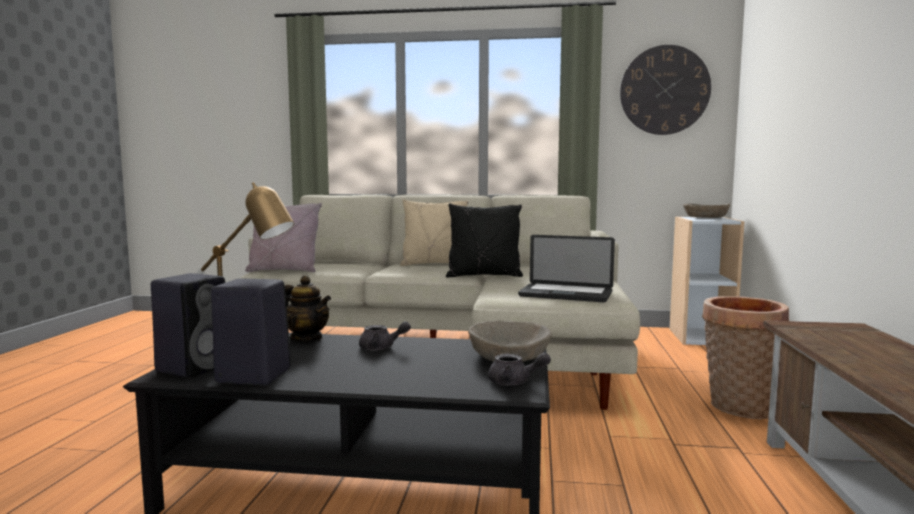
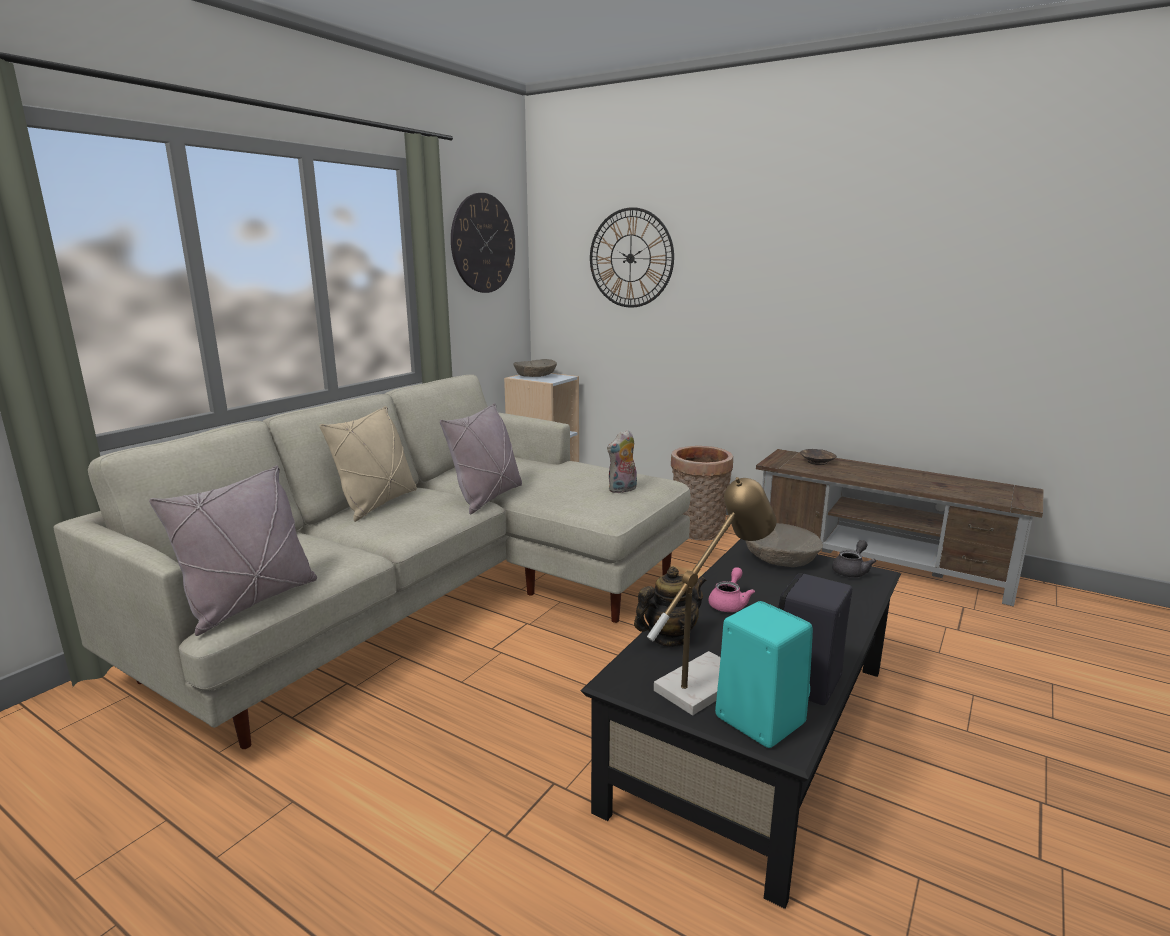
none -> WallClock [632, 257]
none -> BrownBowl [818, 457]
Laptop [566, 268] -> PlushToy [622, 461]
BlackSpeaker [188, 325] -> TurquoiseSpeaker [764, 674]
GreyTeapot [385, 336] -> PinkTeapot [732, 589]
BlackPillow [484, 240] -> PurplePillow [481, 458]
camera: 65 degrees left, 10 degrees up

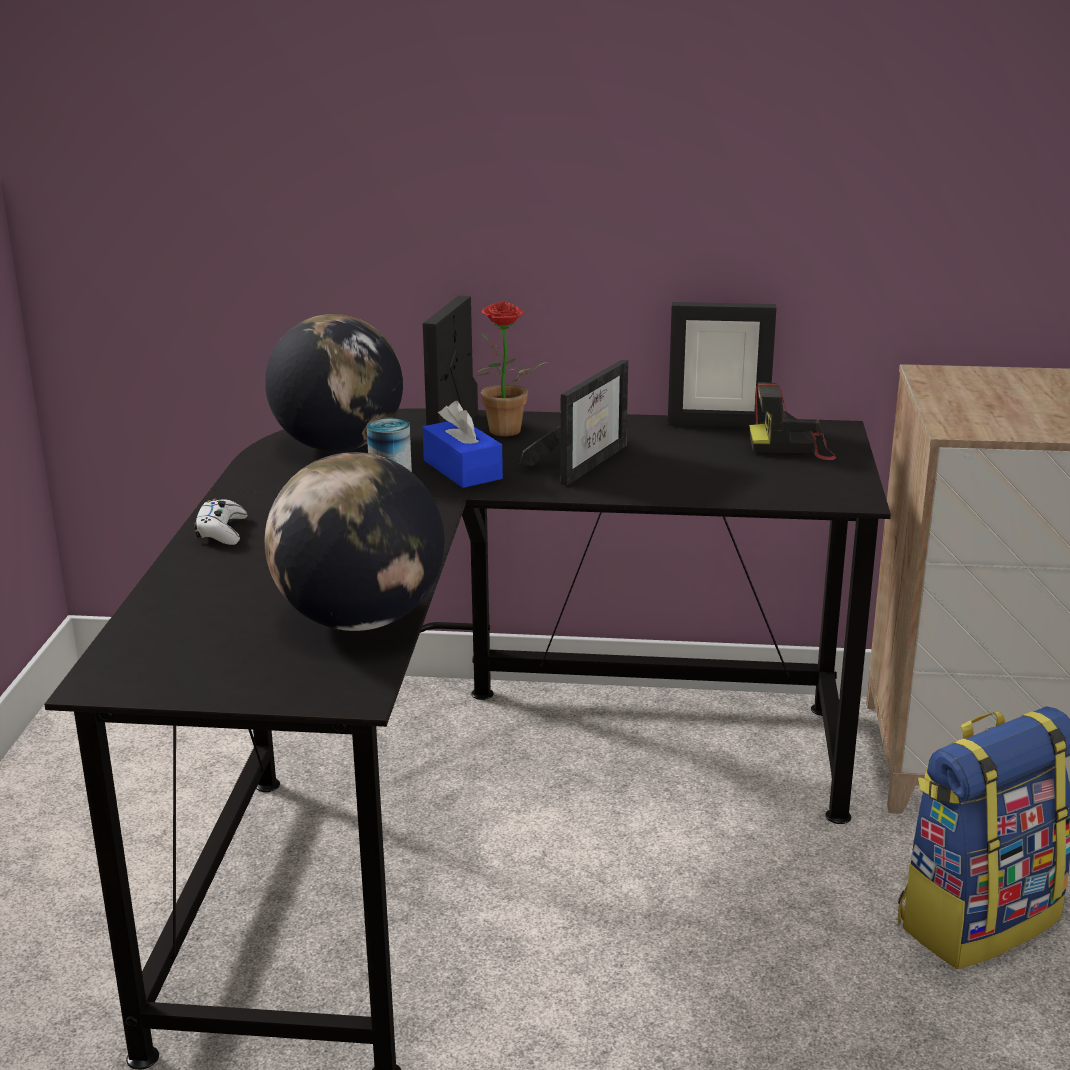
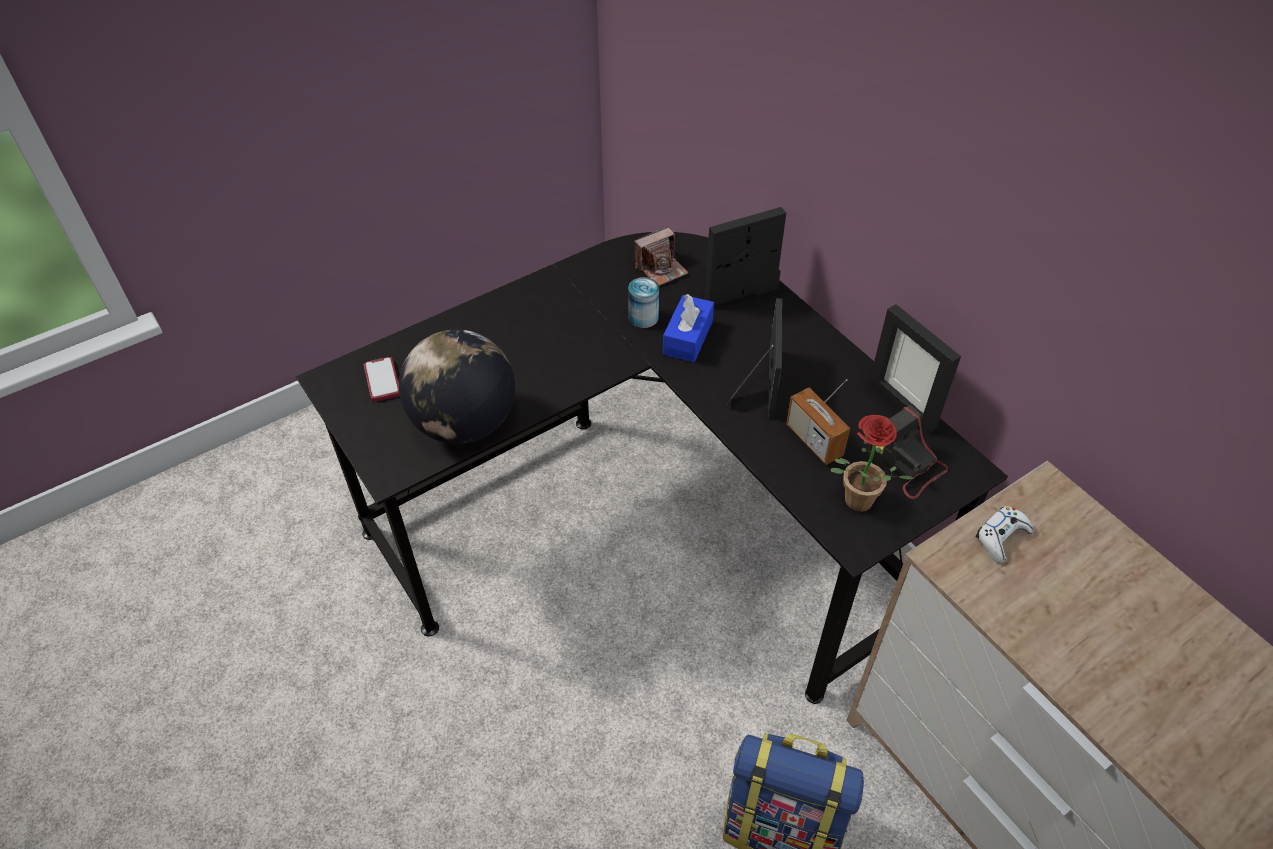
none -> Phone [381, 379]
none -> Radio [818, 422]
WhiteGameController [220, 522] -> WhiteGameController [1004, 534], moved
PottedPlant [512, 368] -> PottedPlant [873, 463], moved
Globe [334, 383] -> PhotoCamera [661, 256]
PictureFrame [573, 422] -> PictureFrame [754, 358], 75 degrees counterclockwise
camera: 50 degrees right, 25 degrees up

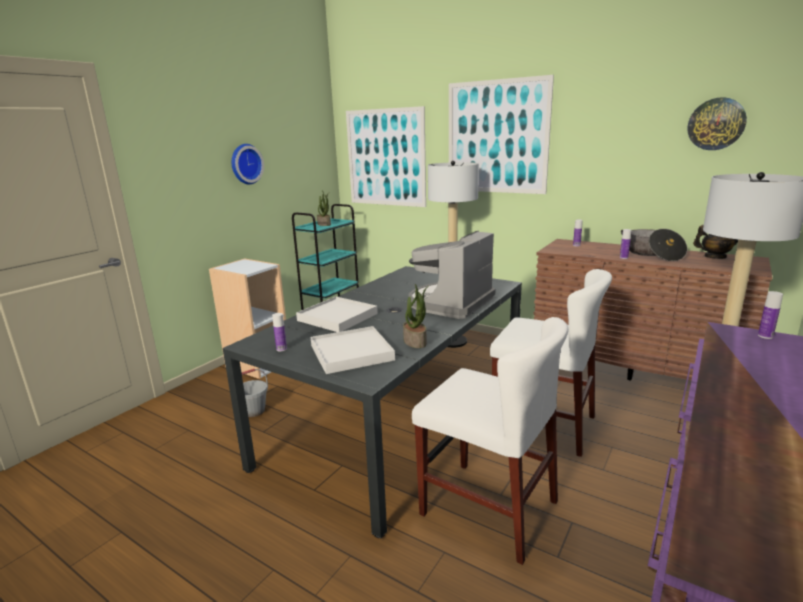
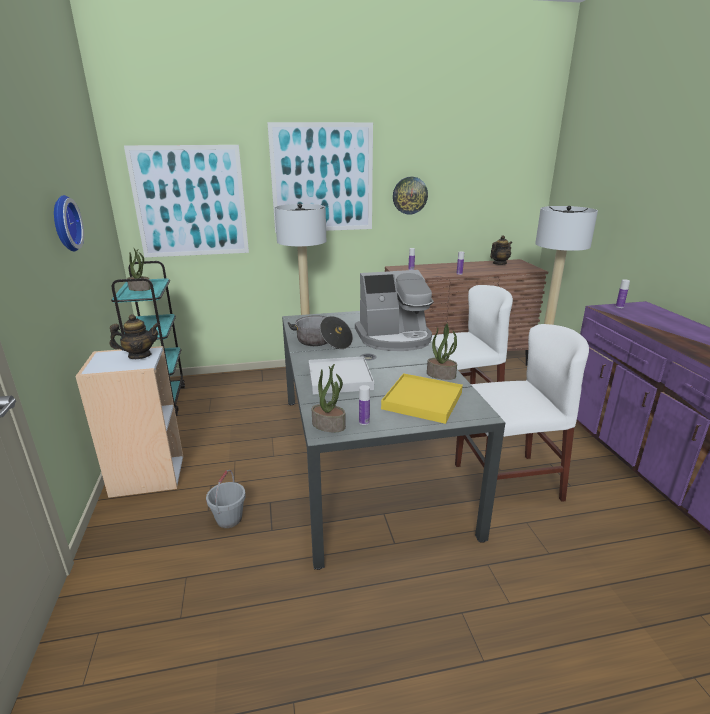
none -> Teapot [135, 336]
none -> PottedPlant [329, 398]
CookingPot [654, 245] -> CookingPot [320, 332], moved
WallClock [717, 123] -> WallClock [410, 196], moved
WhiteTray [353, 350] -> YellowTray [422, 398]
CoffeeMachine [451, 275] -> CoffeeMachine [394, 310], 90 degrees counterclockwise
camera: 45 degrees left, 5 degrees up

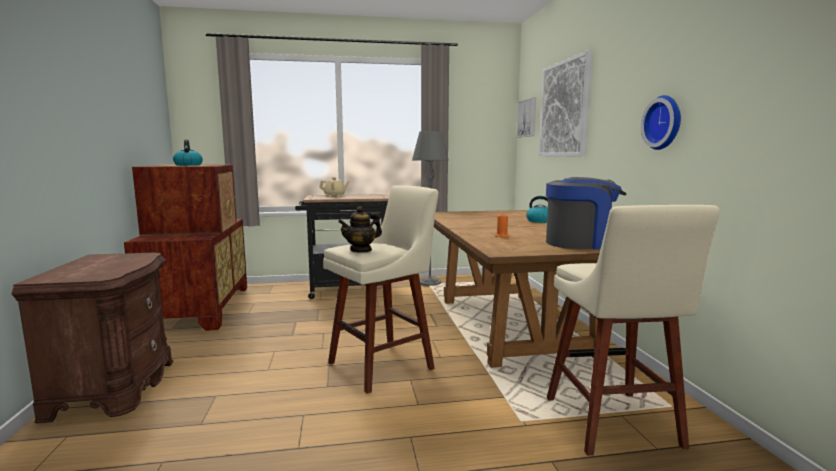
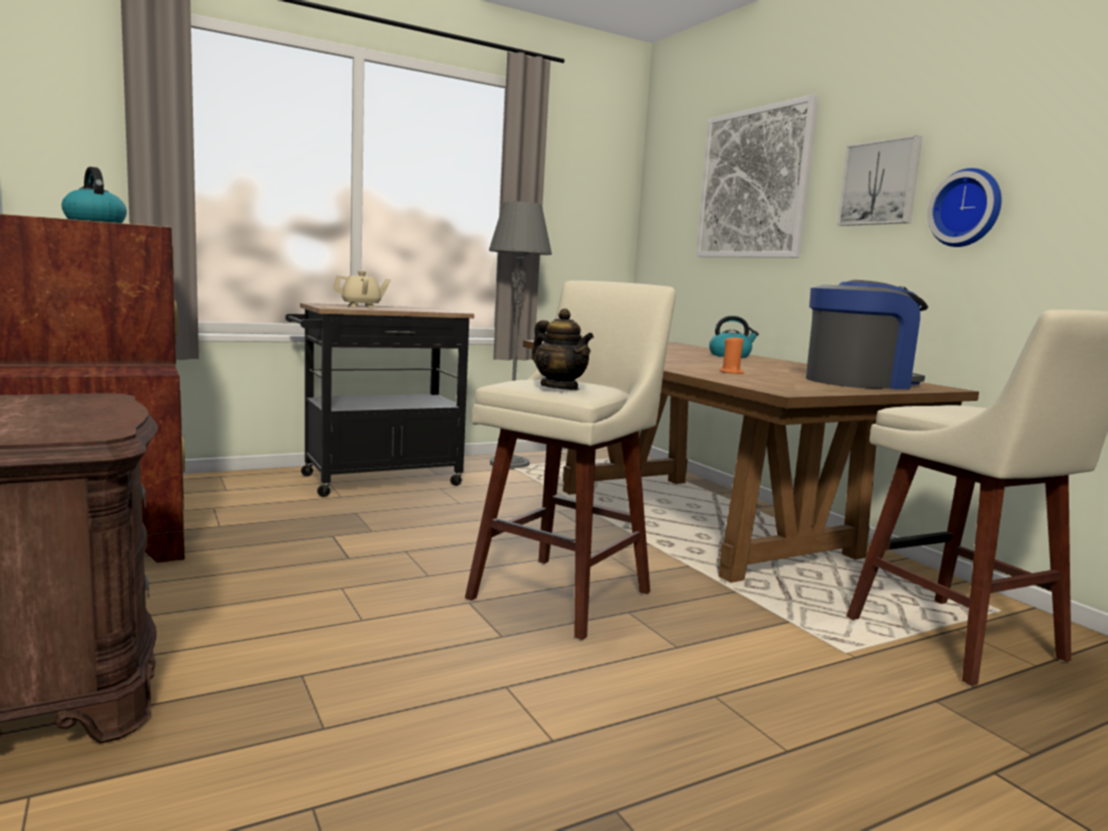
Picture [526, 117] -> Picture [879, 180], moved
Teapot [360, 229] -> Teapot [563, 349], 75 degrees counterclockwise
camera: 20 degrees left, 0 degrees up

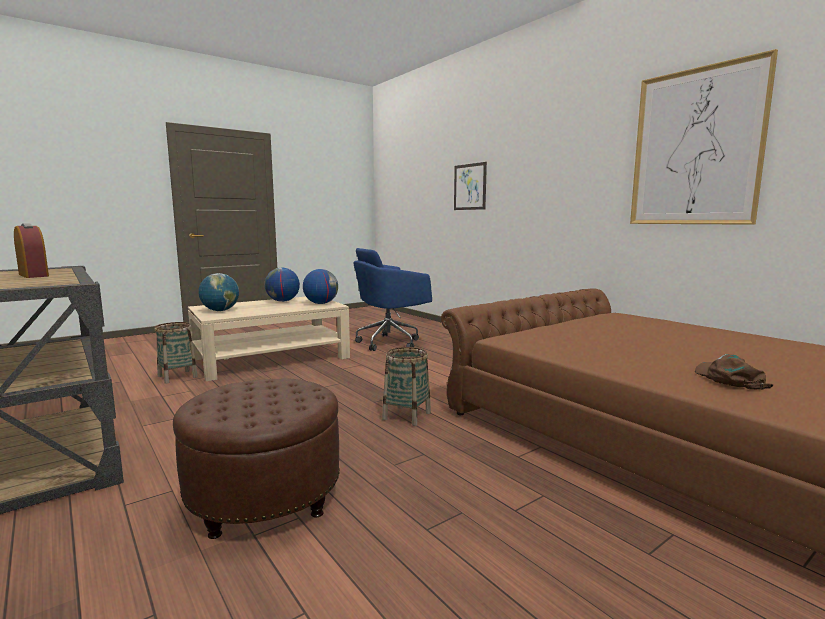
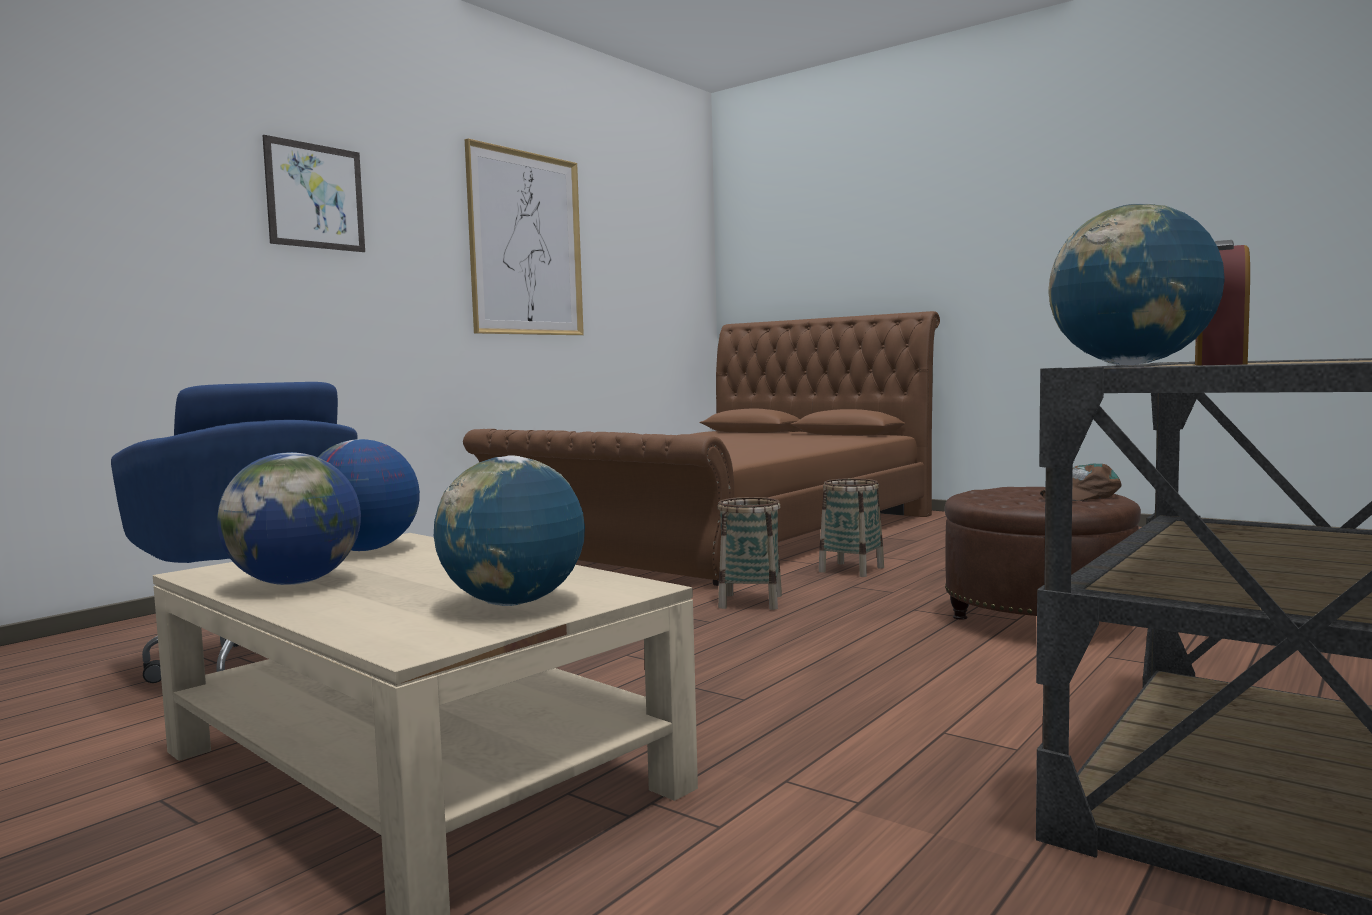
none -> Globe [1136, 284]
Basket [176, 353] -> Basket [851, 527], moved
Picture [470, 186] -> Picture [313, 193], moved
BrownCap [734, 372] -> BrownCap [1080, 482], moved
camera: 105 degrees left, 5 degrees down

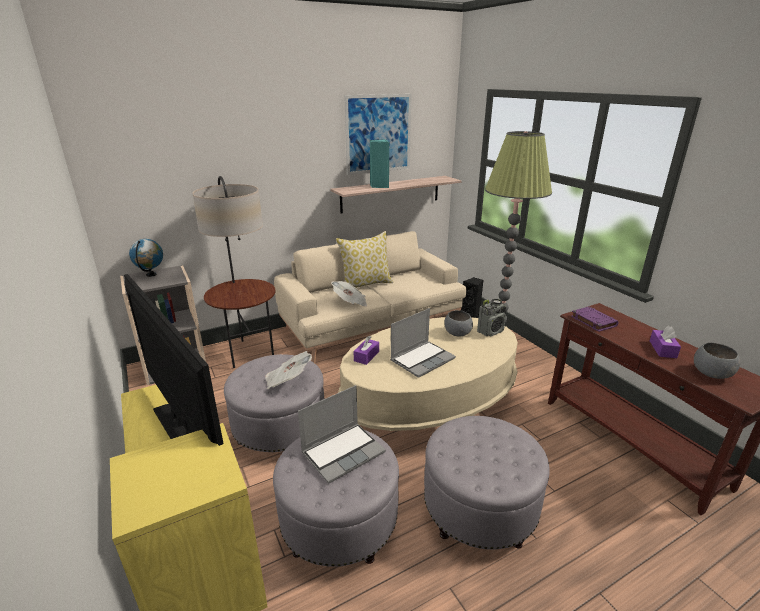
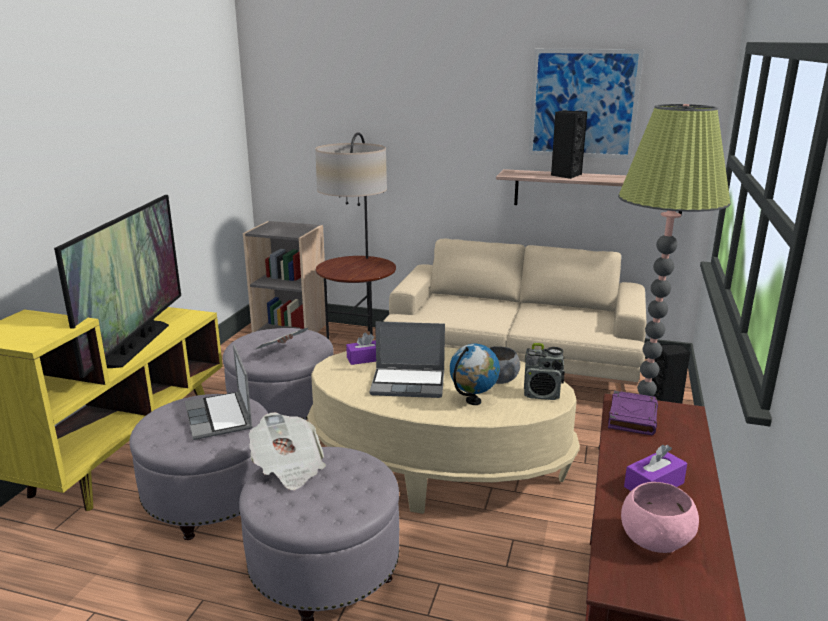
Pillow [365, 259] -> none
Globe [146, 258] -> Globe [475, 374], moved
Newspaper [349, 294] -> Newspaper [287, 451], moved
TurquoiseSpeaker [379, 163] -> BlackSpeaker [569, 145]
GreyBowl [717, 361] -> PinkBowl [660, 517]
Laptop [342, 434] -> Laptop [218, 392], 60 degrees clockwise
camera: 45 degrees right, 5 degrees down

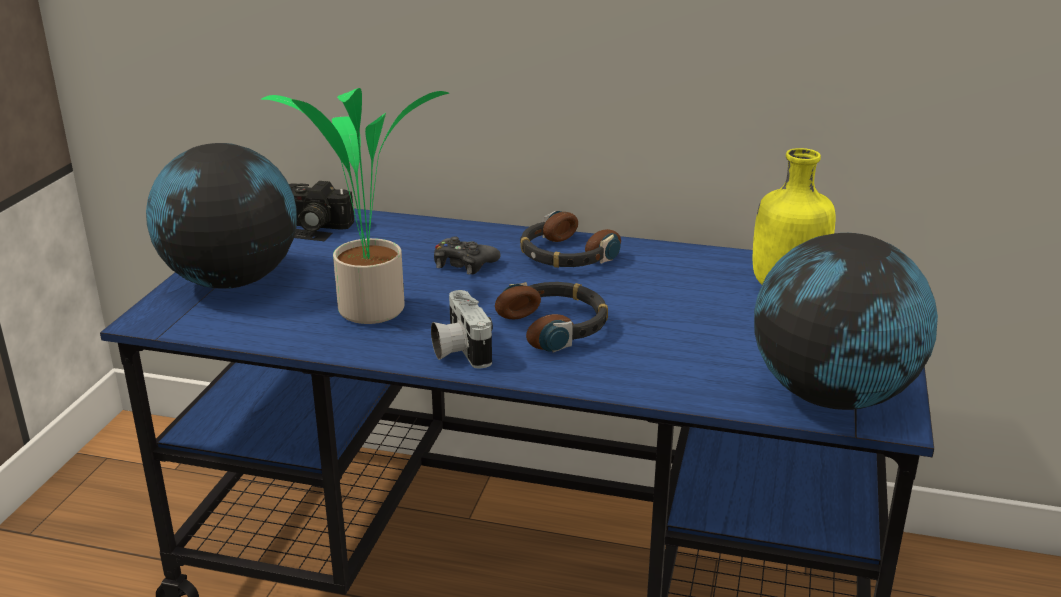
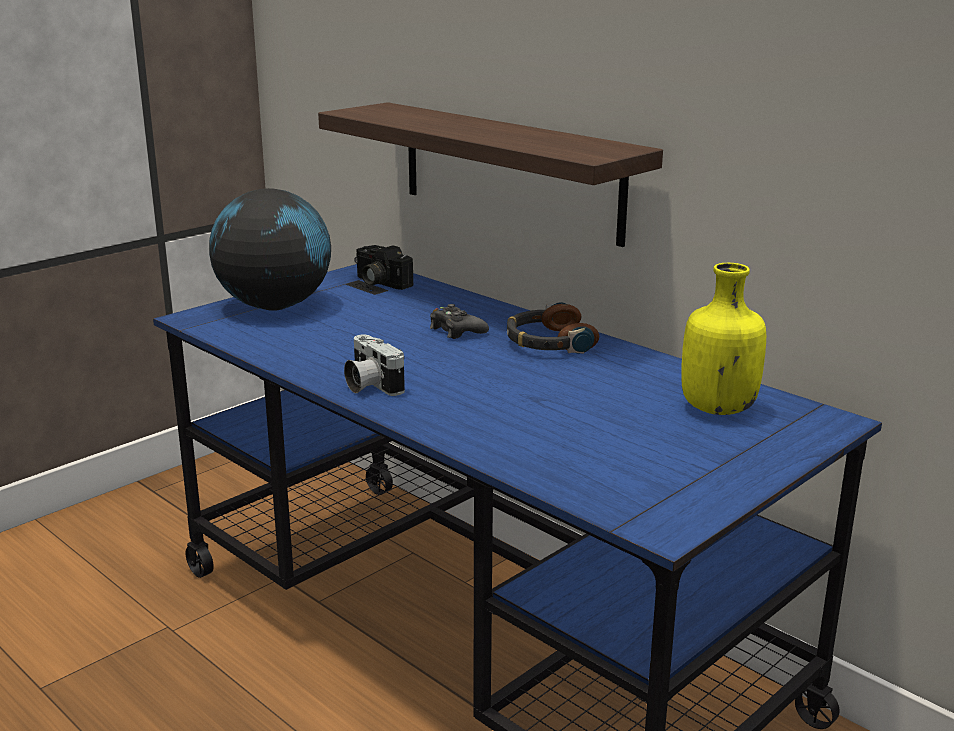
PottedPlant [355, 206] -> none
Headphones [551, 317] -> none
Globe [846, 321] -> none
none -> Shelf [490, 174]
PhotoCamera [462, 329] -> PhotoCamera [374, 365], 45 degrees counterclockwise
camera: 30 degrees right, 5 degrees down

